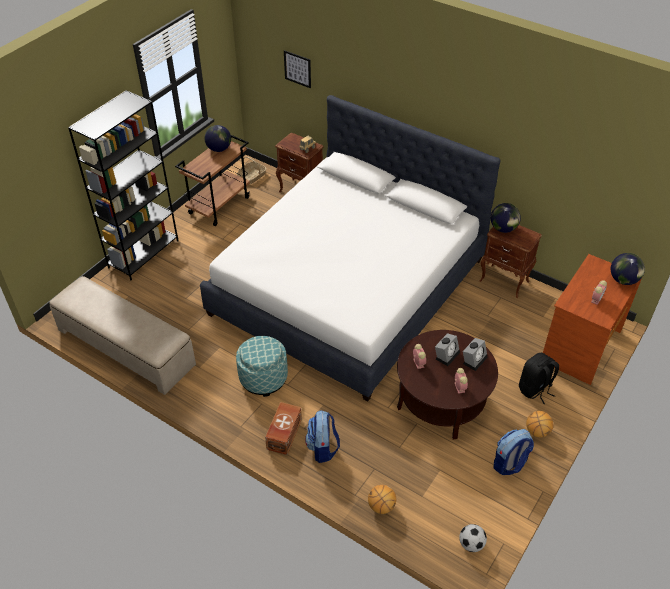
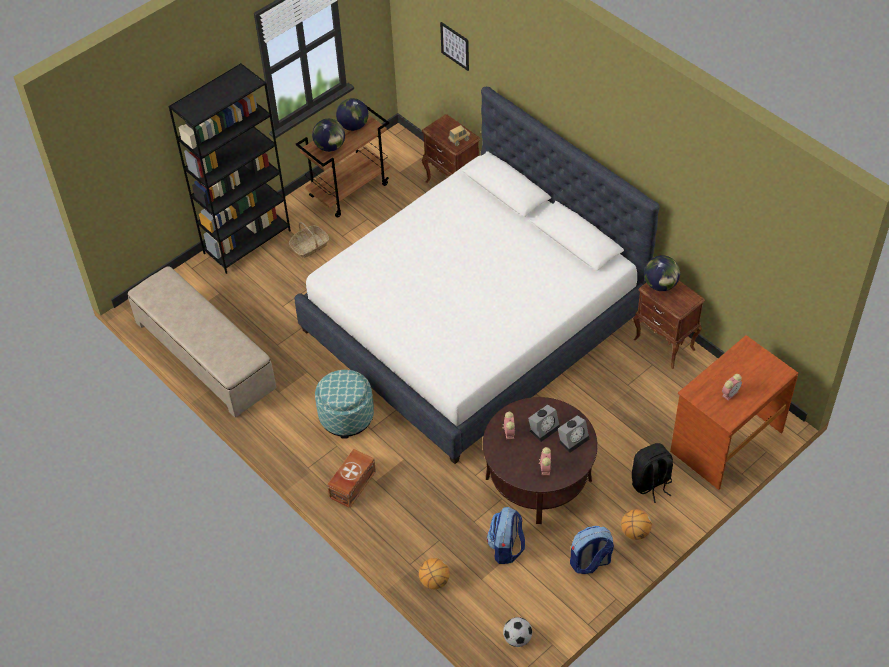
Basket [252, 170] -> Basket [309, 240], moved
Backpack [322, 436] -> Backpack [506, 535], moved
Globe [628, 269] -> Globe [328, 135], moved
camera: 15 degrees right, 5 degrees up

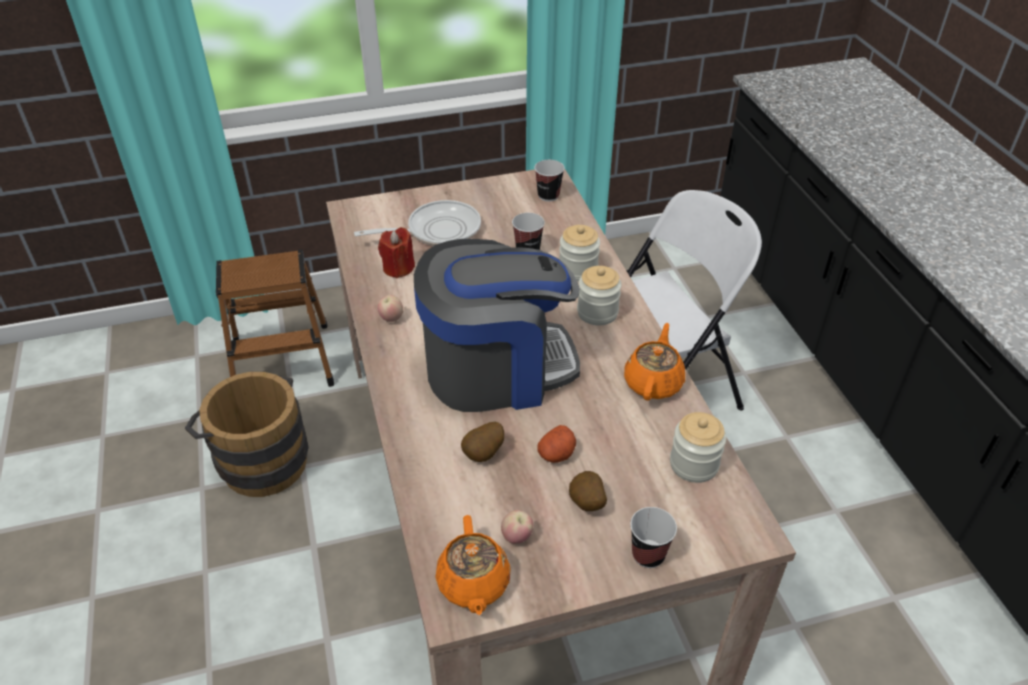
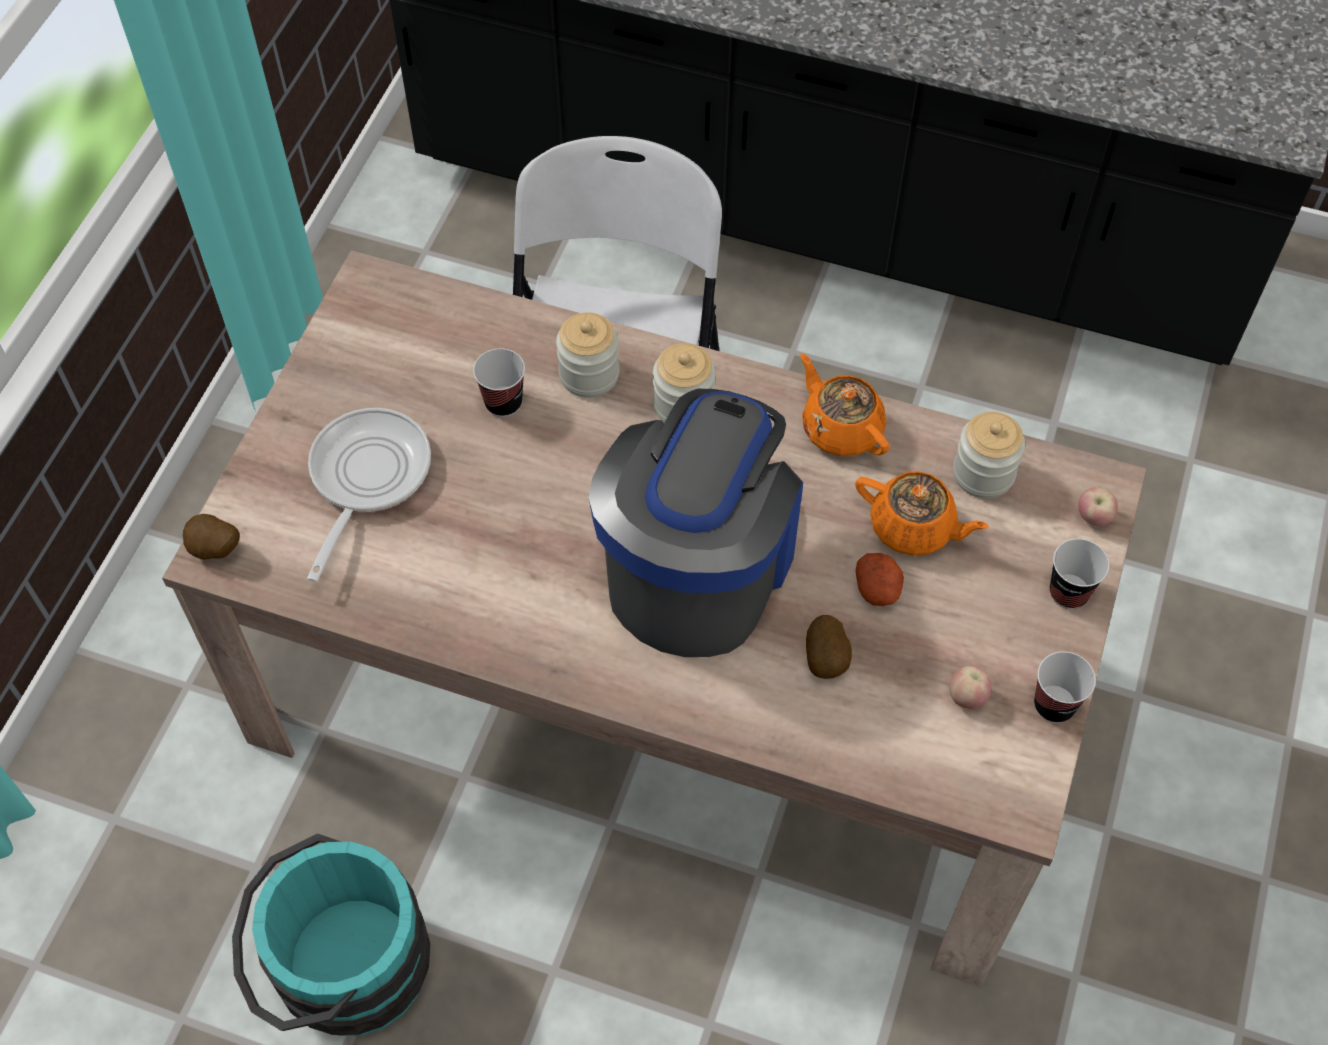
BrownStepLadder [275, 318] -> none
RedCandle [396, 252] -> none
Apple [390, 308] -> Apple [1098, 506], moved
OrangeTeapot [473, 565] -> OrangeTeapot [922, 513], moved
Cup [549, 181] -> Cup [1065, 687], moved
Potato [588, 491] -> Potato [211, 537], moved
BrownBucket [247, 434] -> TurquoiseBucket [331, 934]
camera: 55 degrees left, 15 degrees up

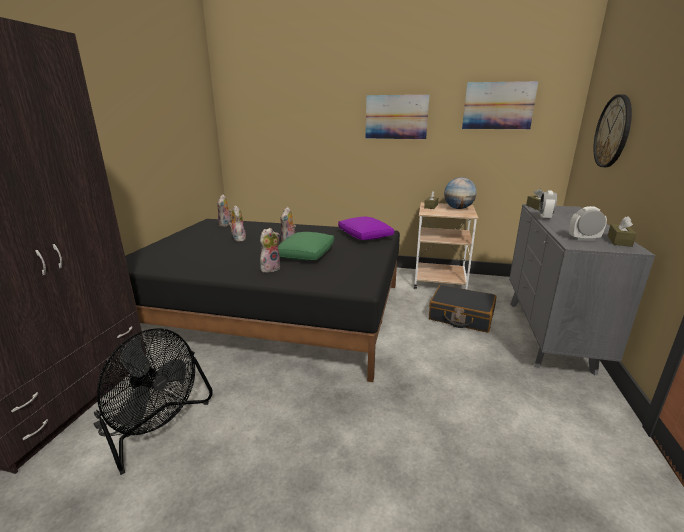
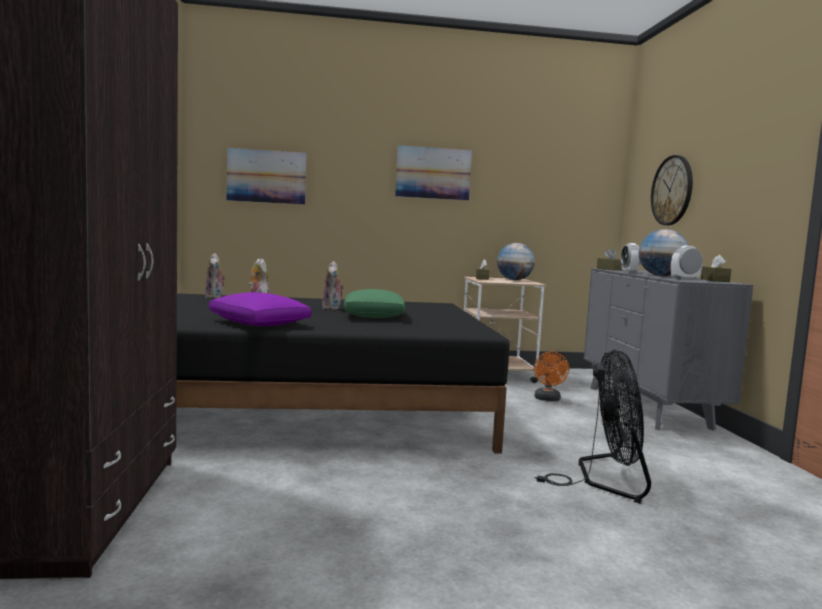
PlushToy [270, 250] -> none
none -> Globe [663, 252]
BlackFan [153, 401] -> BlackFan [592, 426], moved
PurplePillow [366, 228] -> PurplePillow [260, 309], moved
Picture [500, 105] -> Picture [266, 176], moved
BlackSuitcase [462, 309] -> OrangeFan [551, 376]
camera: 20 degrees left, 15 degrees down

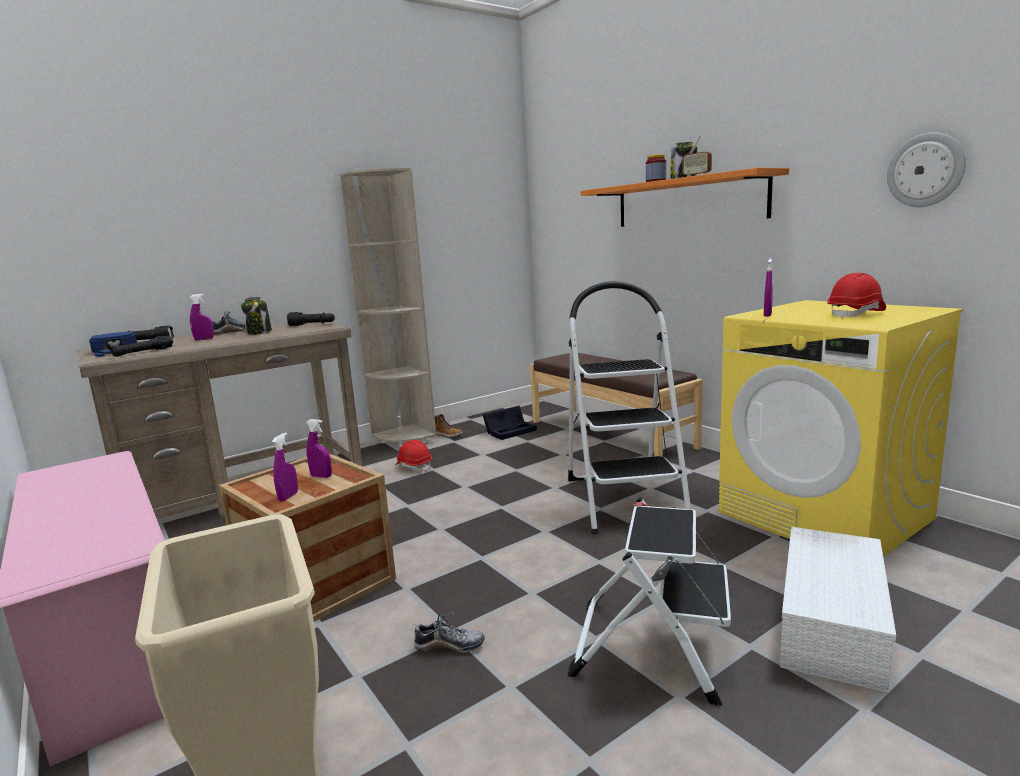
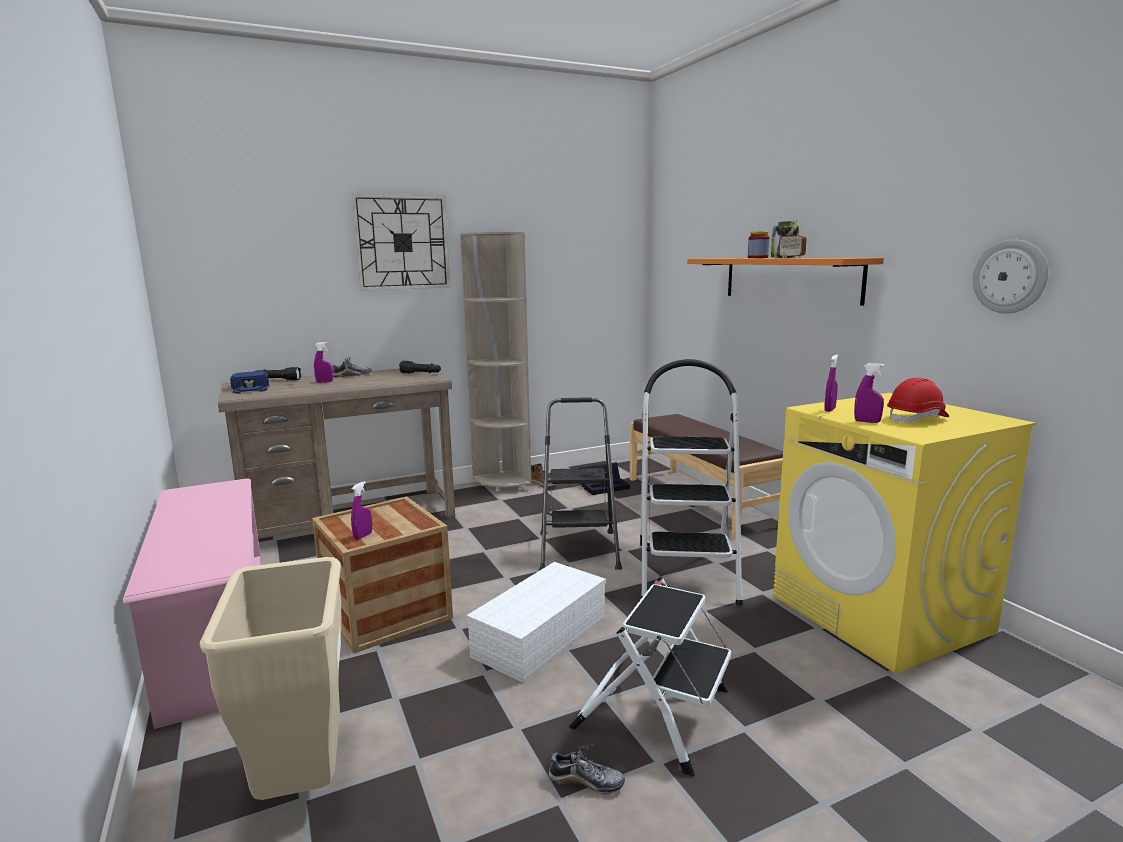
BlackFlashlight [142, 346] -> none
Jar [256, 316] -> none
RedHardHat [413, 456] -> none
none -> WallClock [400, 242]
none -> BlackStepLadder [580, 484]
PurpleSprayBottle [319, 448] -> PurpleSprayBottle [869, 393], moved
Shoe [449, 632] -> Shoe [587, 769], moved
WhiteStorageBox [838, 610] -> WhiteStorageBox [536, 622], moved
camera: 10 degrees right, 0 degrees up

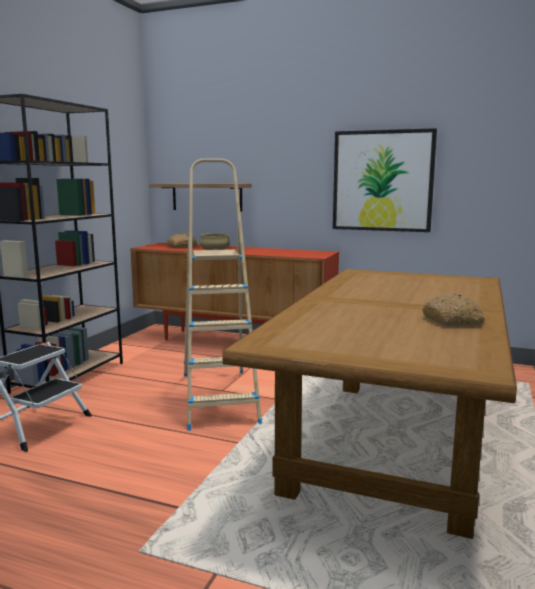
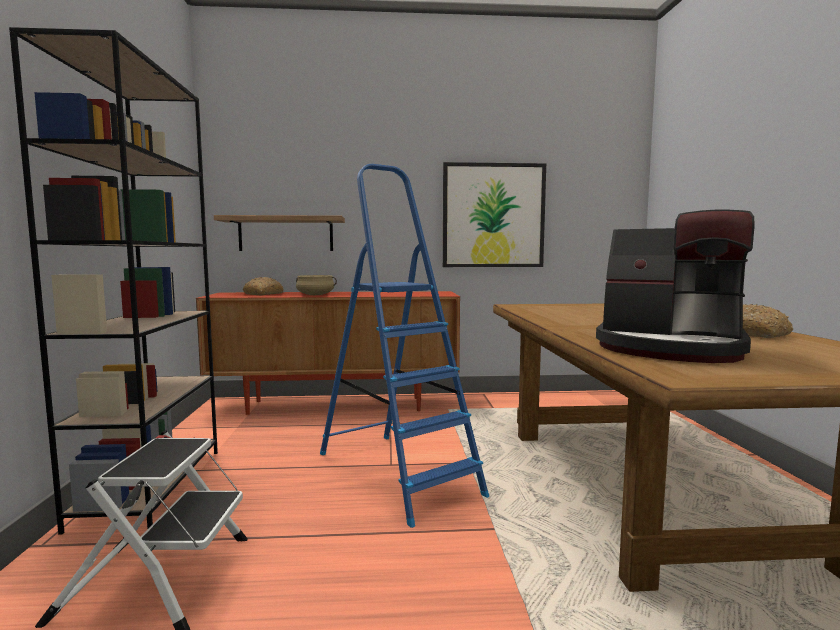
none -> CoffeeMachine [675, 286]
BeigeStepLadder [223, 295] -> BlueStepLadder [404, 346]
camera: 25 degrees left, 5 degrees down

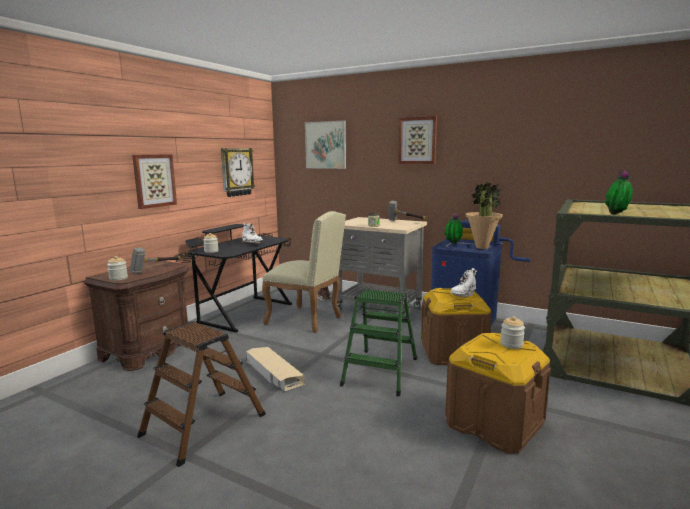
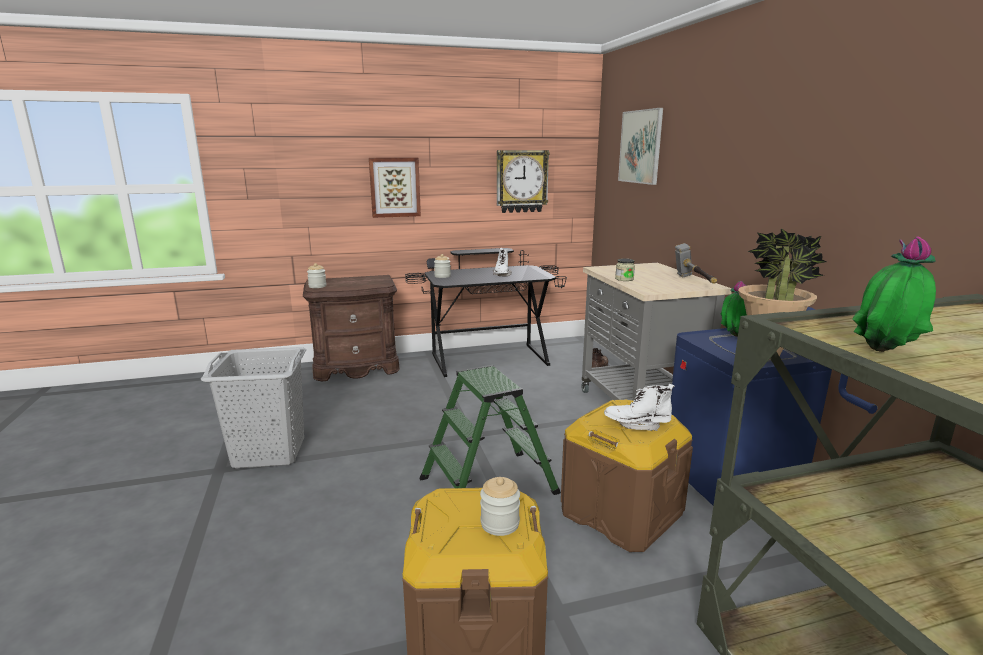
Hammer [155, 261] -> none
BeigeStorageBox [275, 369] -> none
BeigeChair [304, 272] -> none
Picture [417, 140] -> none
BrownStepLadder [201, 394] -> GreyLaundryBasket [253, 408]
camera: 45 degrees right, 5 degrees up

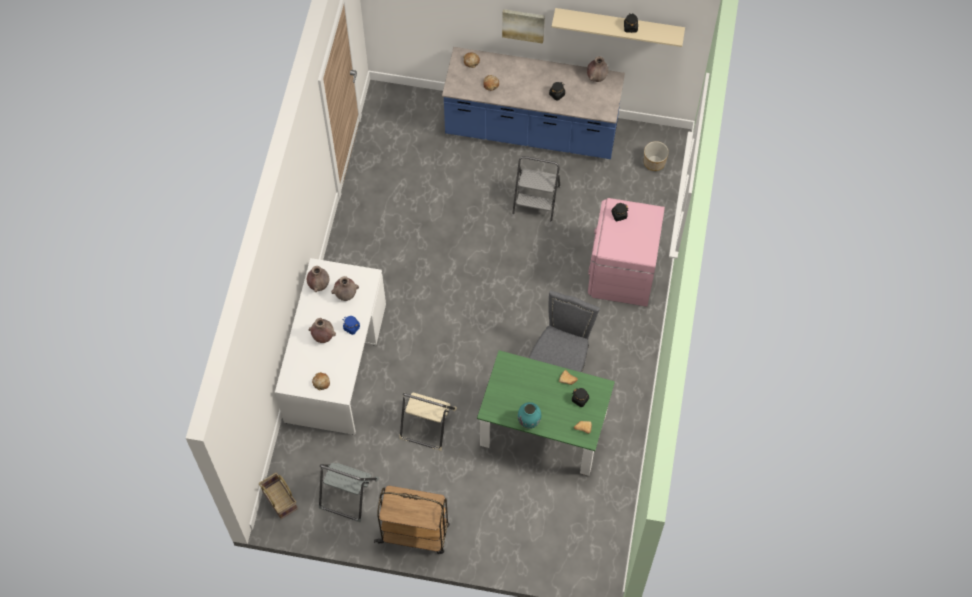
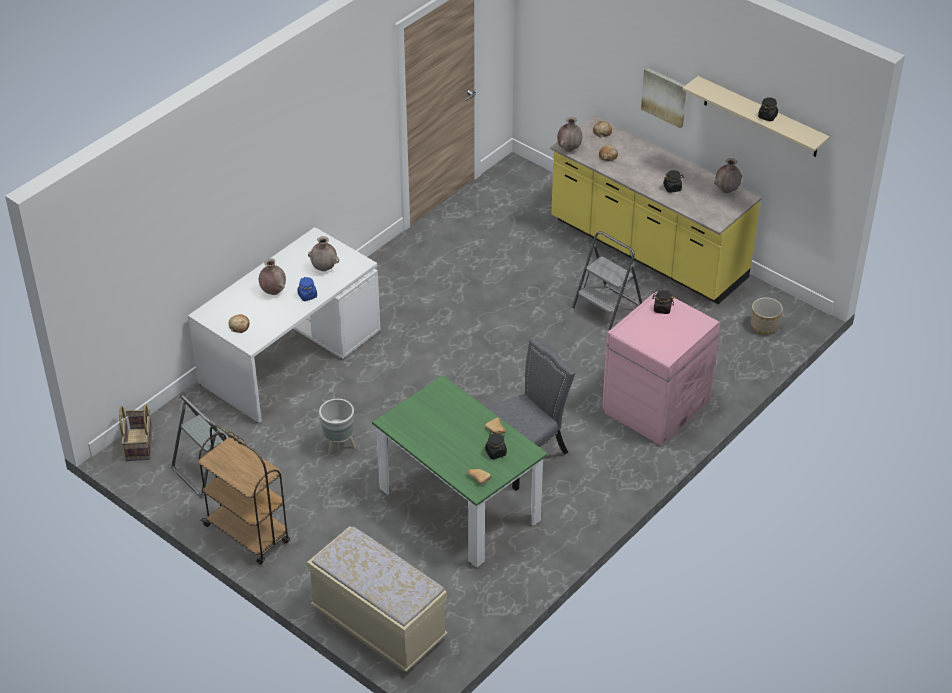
TurquoiseVase [529, 415] -> none
none -> BeigeBench [377, 599]
BrownVase [318, 279] -> BrownVase [570, 134], moved
BeigeStepLadder [428, 422] -> GreyPlanter [337, 428]
BlueCounter [533, 103] -> YellowCounter [656, 209]
camera: 30 degrees right, 20 degrees down

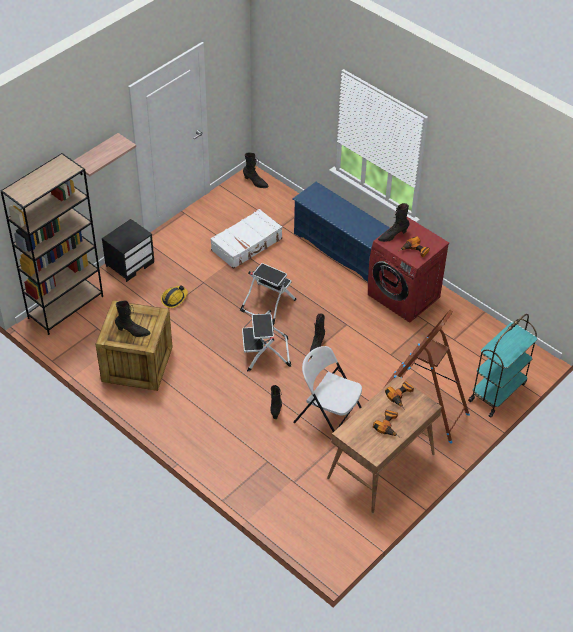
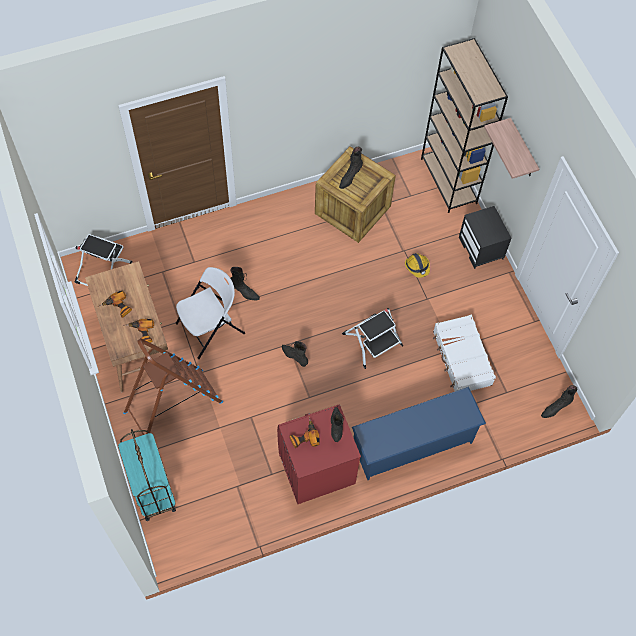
StepLadder [266, 340] -> StepLadder [103, 260], moved
camera: 115 degrees right, 15 degrees up

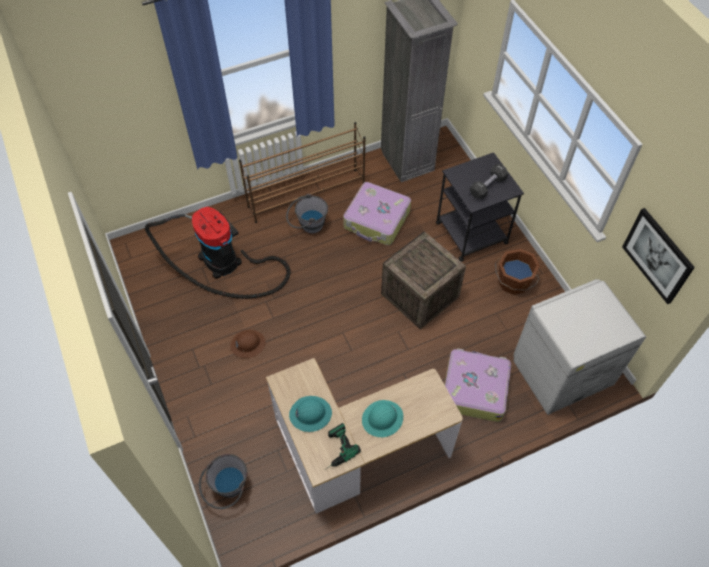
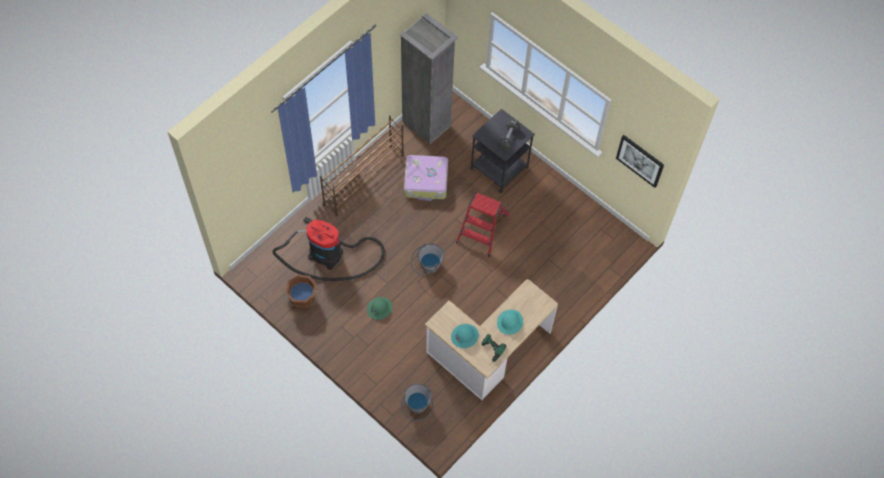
Suitcase [478, 385] -> none
WhiteWashingMachine [579, 347] -> none
GreyBucket [307, 214] -> GreyBucket [427, 259], moved
BrownBucket [517, 272] -> BrownBucket [301, 292], moved
Crate [423, 280] -> RedStepLadder [483, 224]
BrownHardHat [248, 344] -> GreenHardHat [379, 308]
camera: 25 degrees left, 5 degrees up

